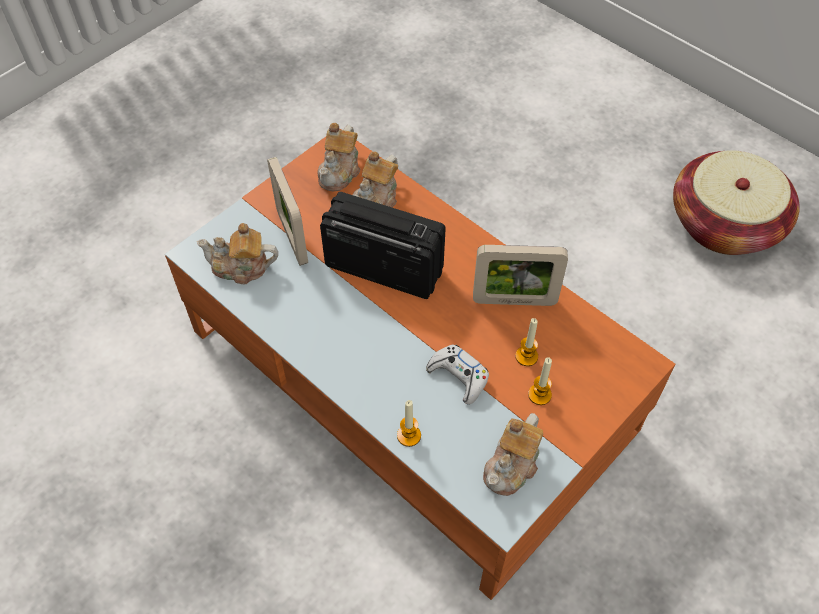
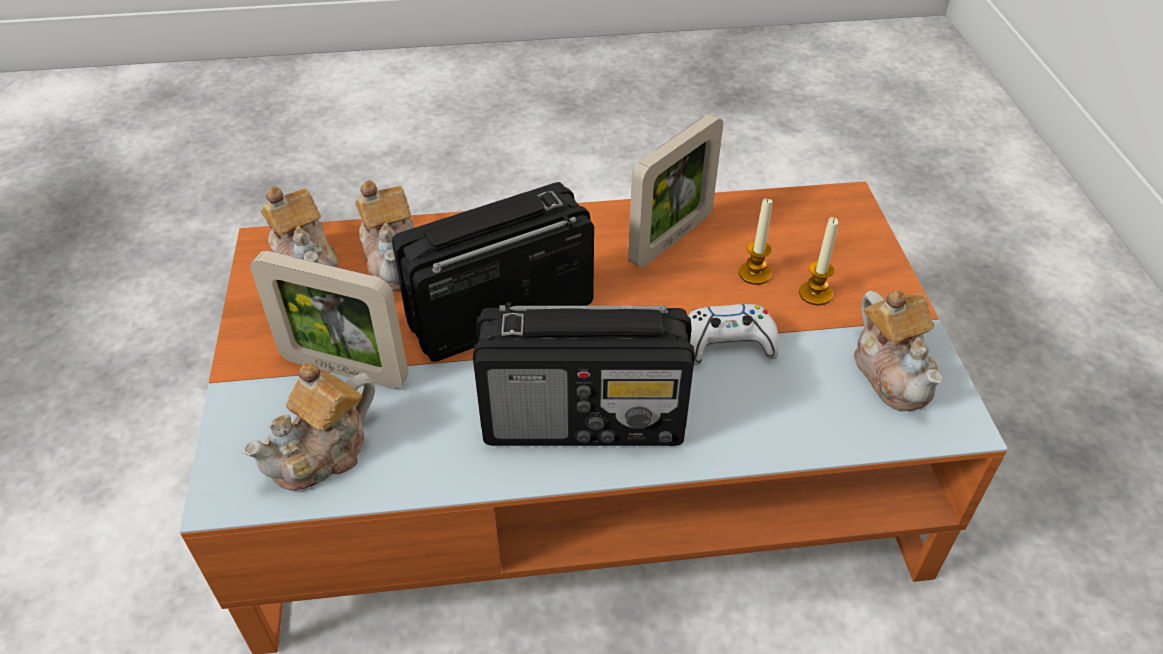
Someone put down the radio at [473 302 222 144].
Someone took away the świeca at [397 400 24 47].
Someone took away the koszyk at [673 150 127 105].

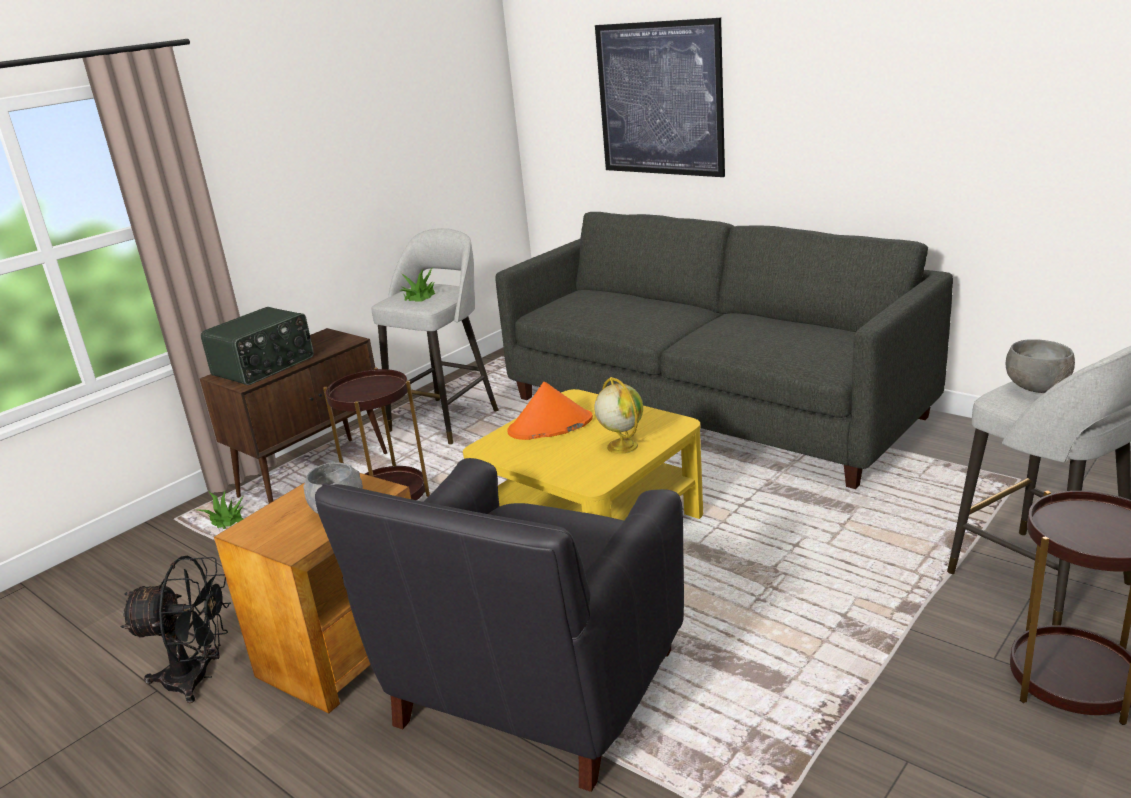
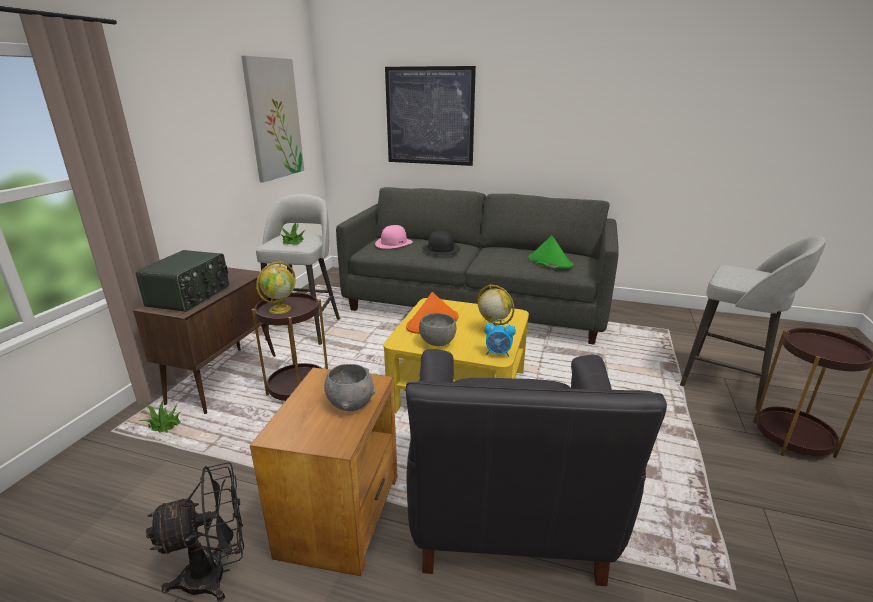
Someone put up the obraz at [241 56 63 127].
Someone put down the globus at [256 261 40 53].
Someone put down the kapelusz (różowy) at [375 225 37 24].
Someone carried the miska (szary) from [1006 339 69 54] to [419 313 37 33].
Someone put down the kapelusz (czarny) at [422 230 38 26].
Someone put down the budzik at [485 319 31 38].
Someone put down the kapelusz (zielony) at [528 235 45 34].

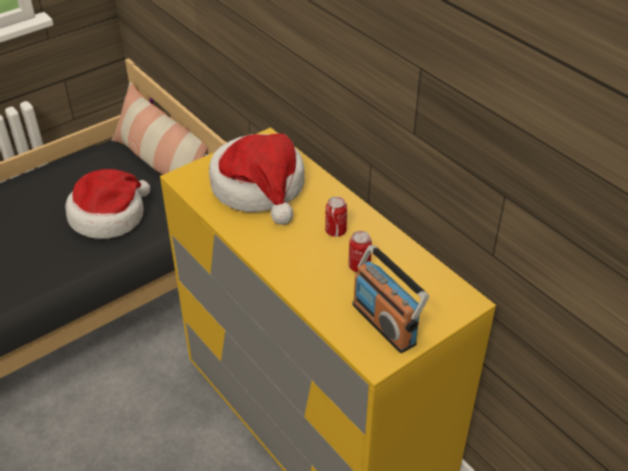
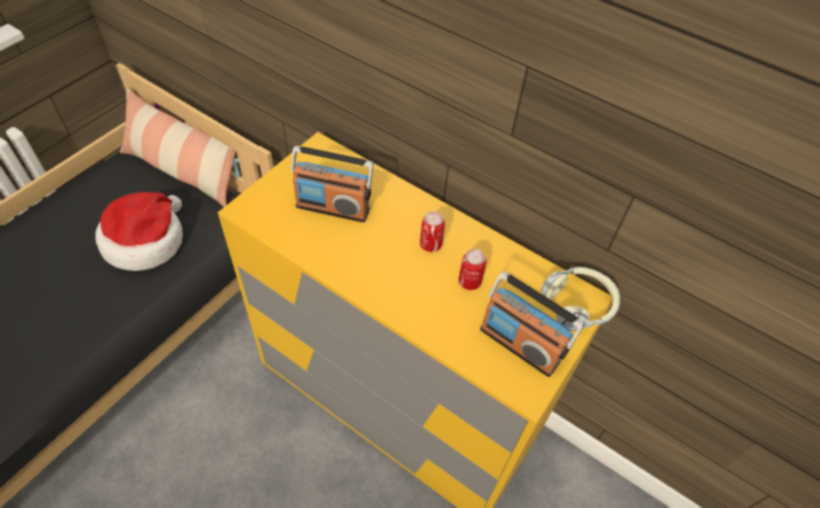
Someone swapped the kapelusz at [209 134 96 91] for the radio at [291 146 83 76].
Someone put down the słuchawki at [541 267 79 64].

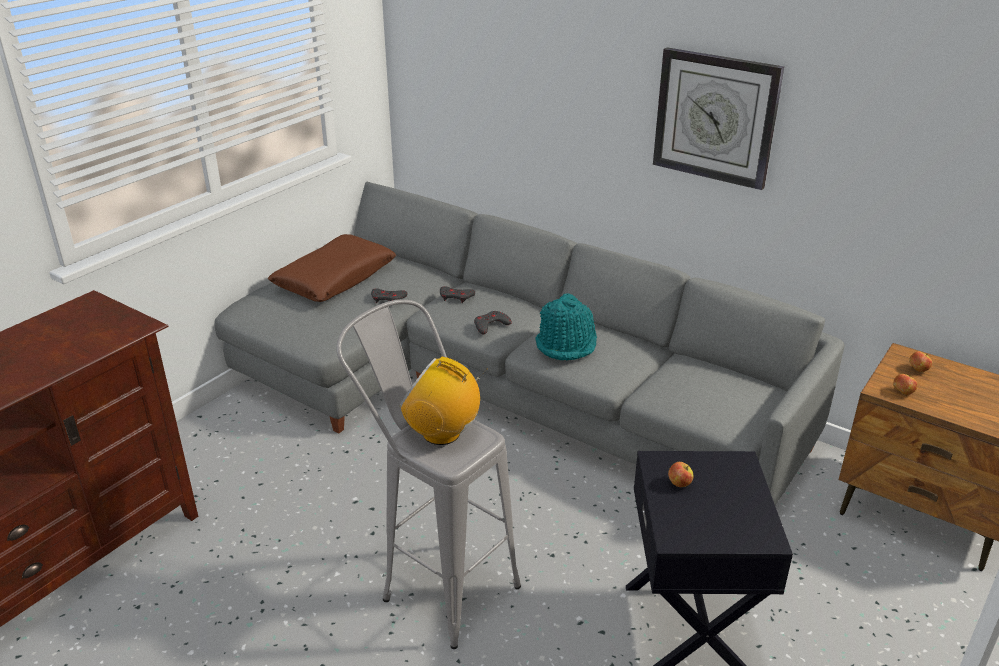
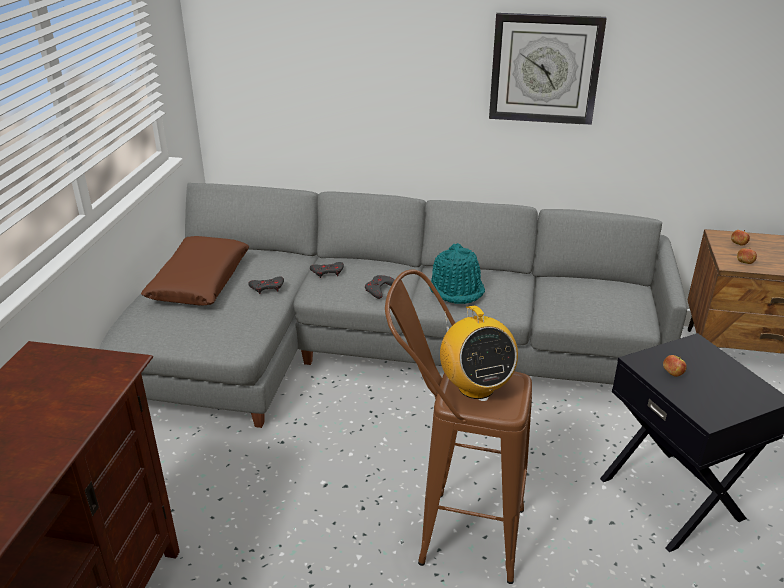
Someone repainted the stołek (szary) at [336 299 185 350], which became the stołek (brązowy) at [385 270 147 314].
Someone rotated the radio at [400 357 88 88] by 105 degrees counterclockwise.

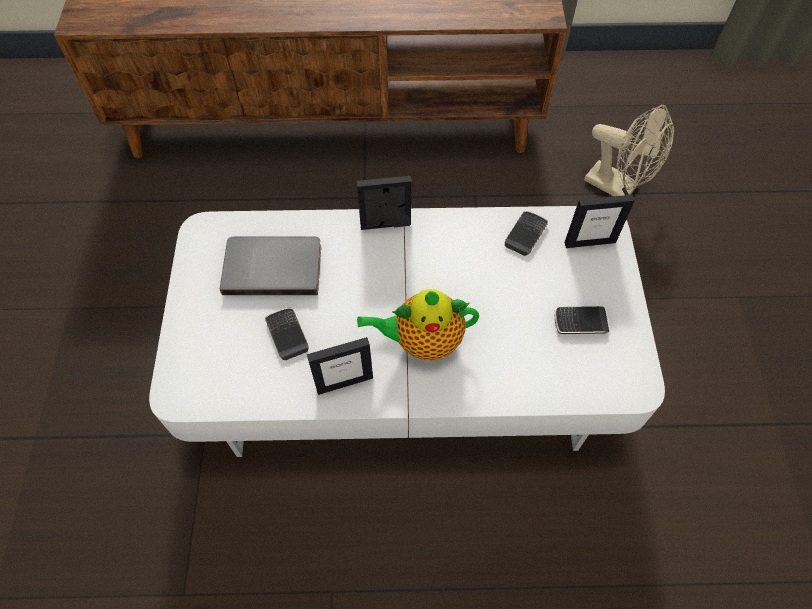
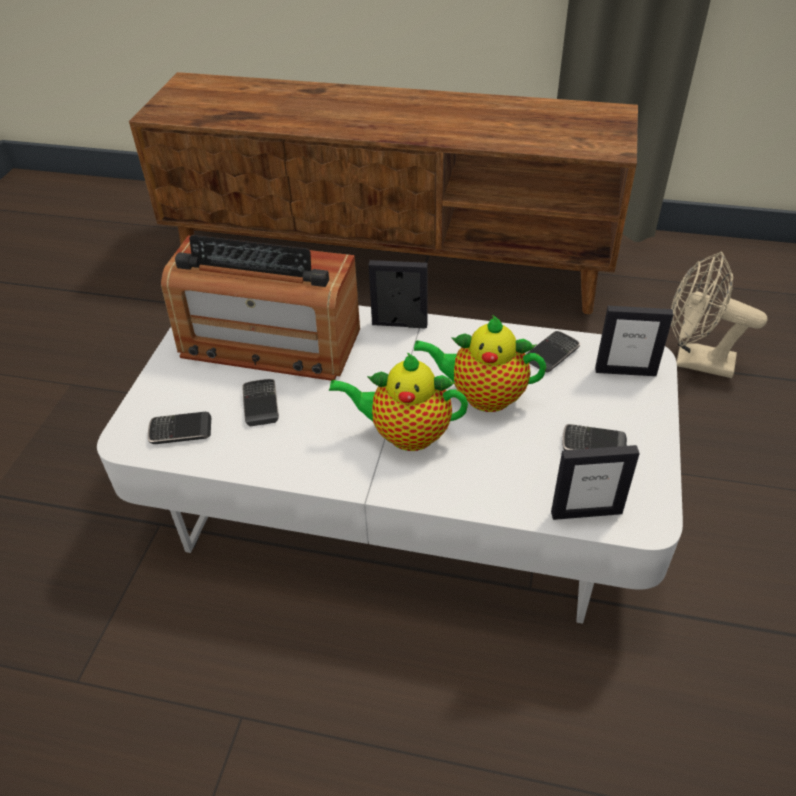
Someone put down the telefon at [148 412 63 32].
Someone swapped the książka (szary) at [220 236 101 59] for the radio at [161 235 199 146].
Someone put down the imbryk at [413 315 133 97].
Someone carried the ramka na zdjęcie from [307 337 66 58] to [551 445 89 75].
Someone rotated the wentylator (beżowy) at [584 105 90 91] by 150 degrees clockwise.

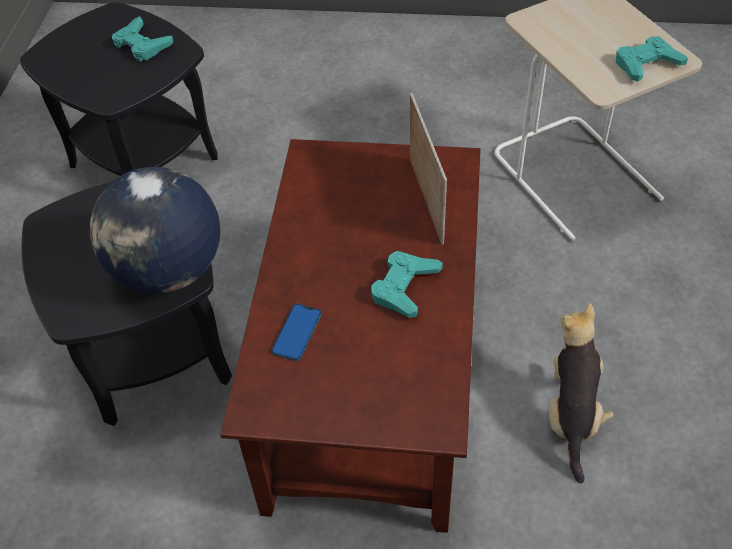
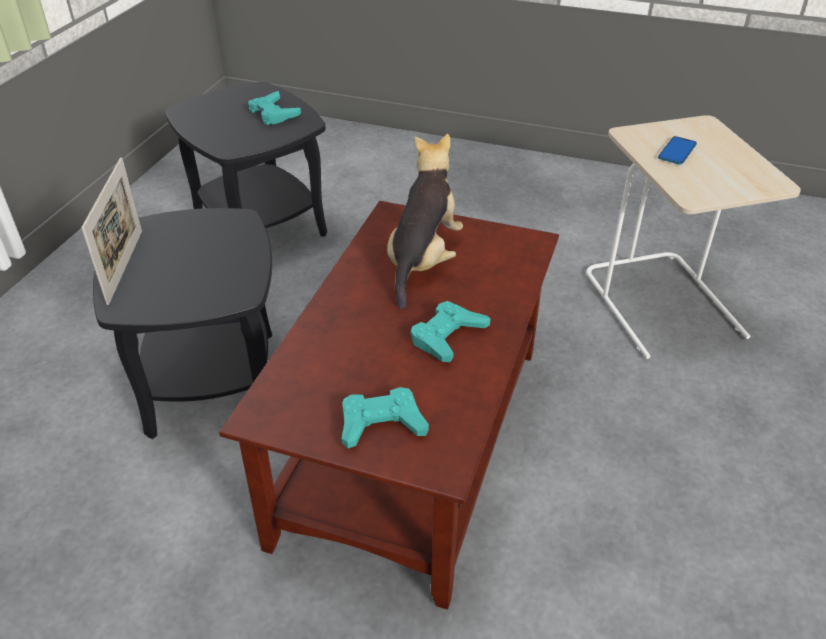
Someone carried the ramka na zdjęcie from [410 93 37 152] to [81 157 61 148].
Someone carried the pad do gier (turkusowy) from [616 36 72 45] to [342 387 87 61].
Someone carried the pluszak from [549 303 65 180] to [387 134 76 175].
Someone carried the telefon from [271 304 51 57] to [658 136 39 29].
Someone took away the globus at [90 167 131 127].

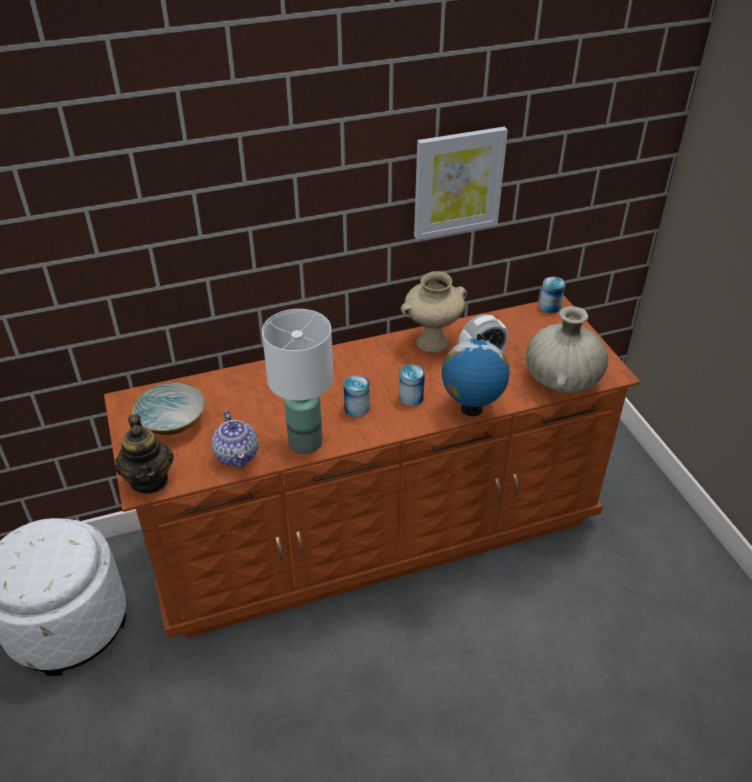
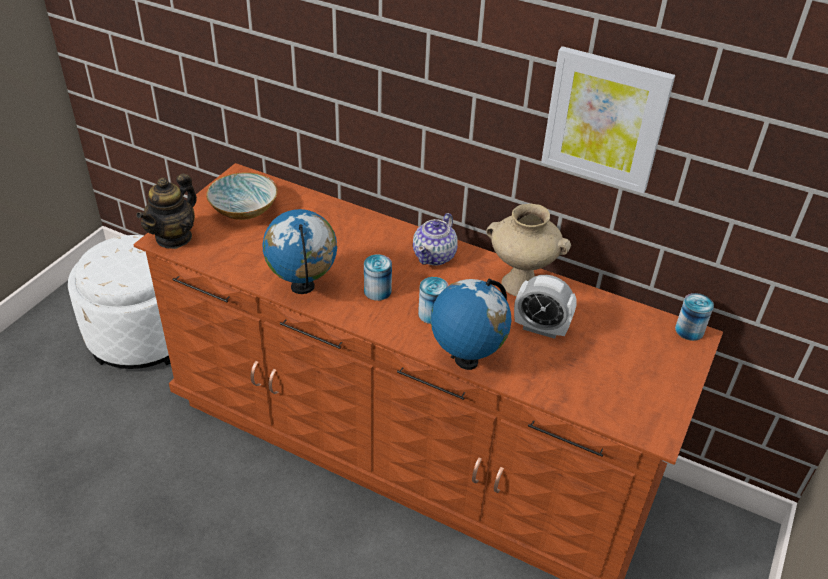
Someone swapped the lampa stołowa (biały) at [262 309 71 145] for the globus at [262 209 75 85].
Someone carried the imbryk from [212 411 47 57] to [413 213 45 53].
Someone took away the wazon (beżowy) at [526 306 82 87].

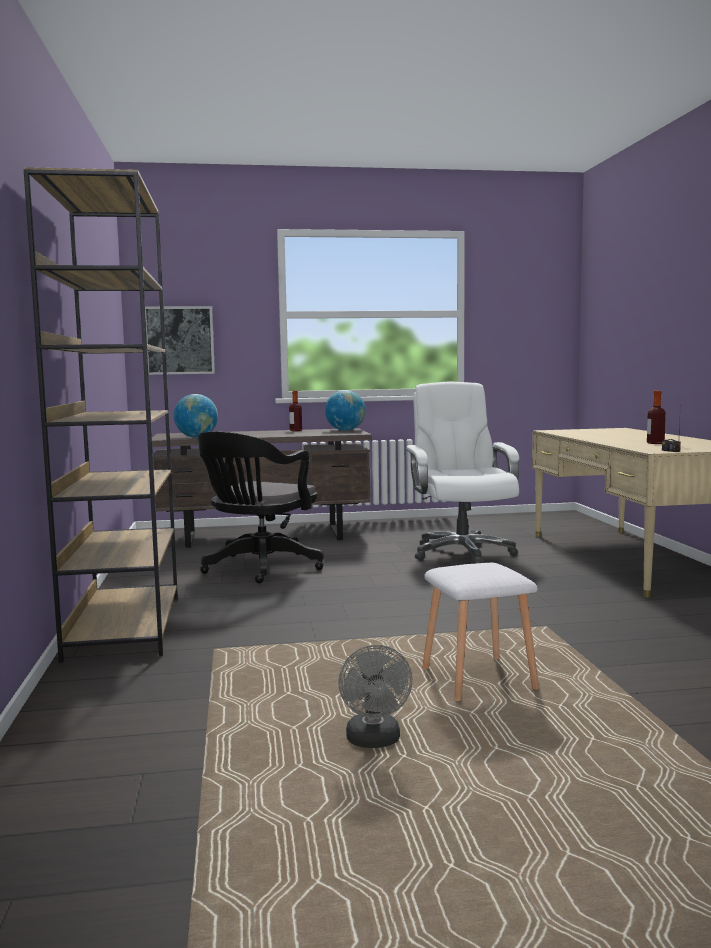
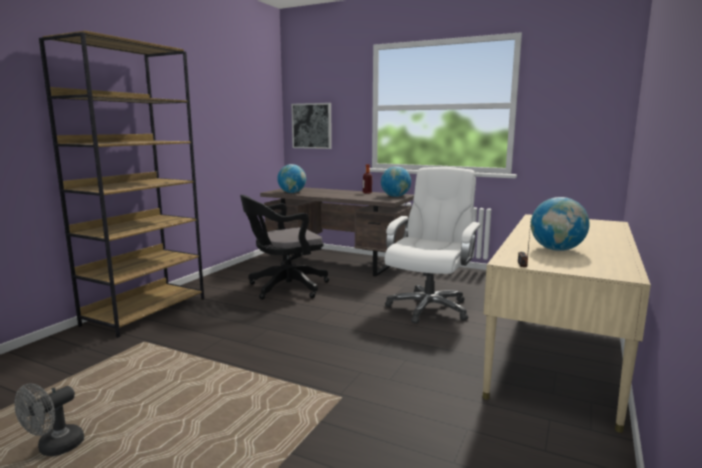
Someone swapped the butelka at [647 391 19 53] for the globus at [531 197 59 54].
Someone took away the stołek (biały) at [422 563 117 138].

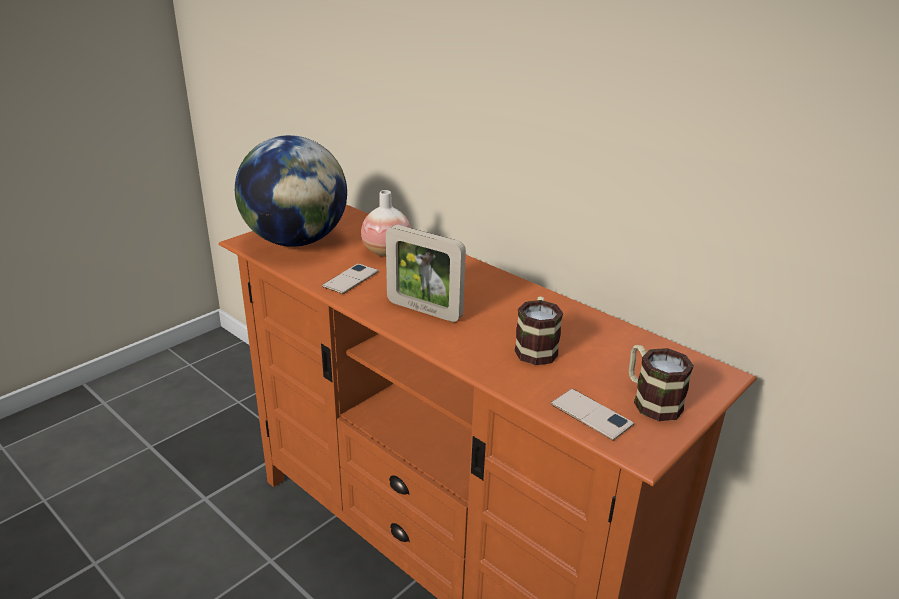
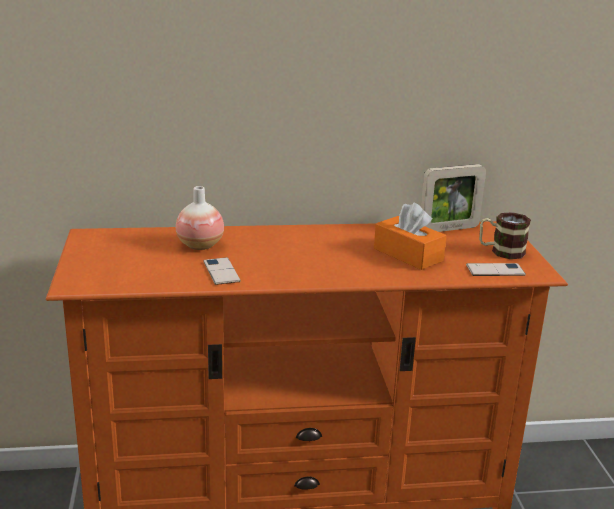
Someone swapped the kubek at [514 296 49 69] for the pudełko chusteczek (pomarańczowy) at [374 203 72 67].
Someone carried the ramka na zdjęcie from [386 225 80 97] to [421 164 65 68].
Someone took away the globus at [235 135 112 112].

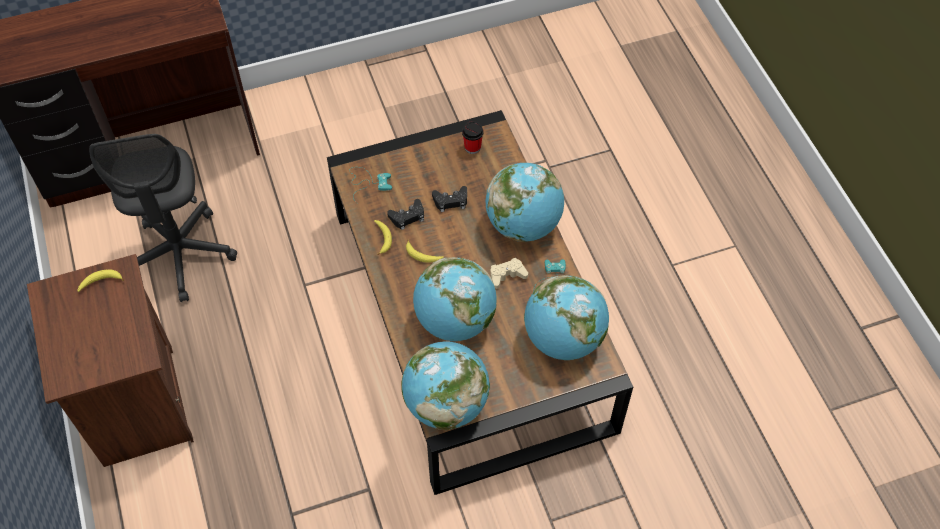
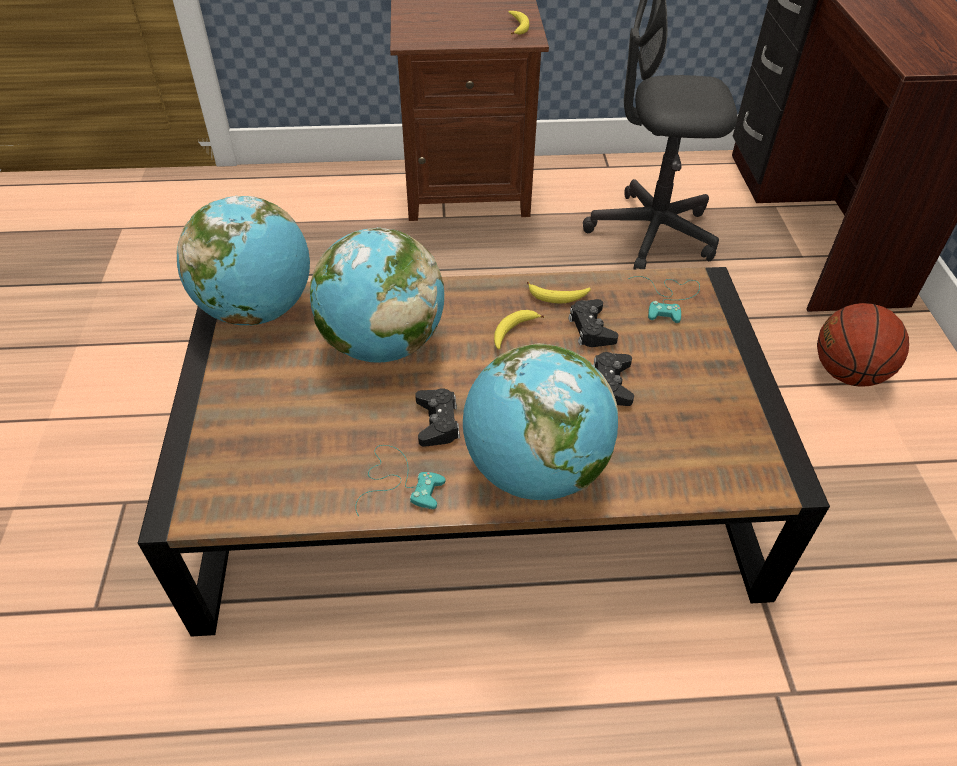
Someone repainted the pad do gier (beżowy) at [490 258 38 31], which became the pad do gier (czarny) at [415 388 45 59].
Someone put down the piłka do koszykówki at [817 303 92 84].
Someone took away the filiżanka at [462 121 22 33].
Someone took away the globus at [524 275 85 85].

